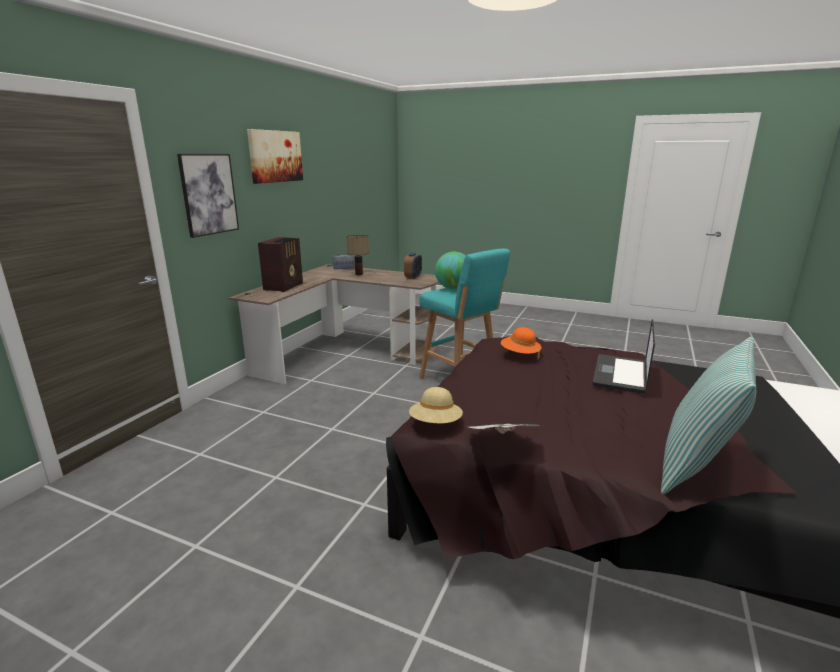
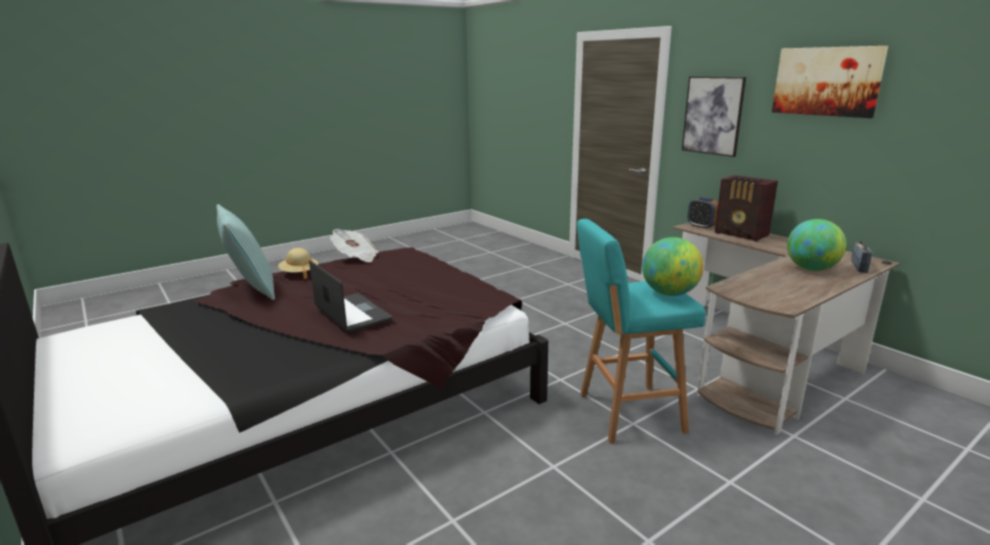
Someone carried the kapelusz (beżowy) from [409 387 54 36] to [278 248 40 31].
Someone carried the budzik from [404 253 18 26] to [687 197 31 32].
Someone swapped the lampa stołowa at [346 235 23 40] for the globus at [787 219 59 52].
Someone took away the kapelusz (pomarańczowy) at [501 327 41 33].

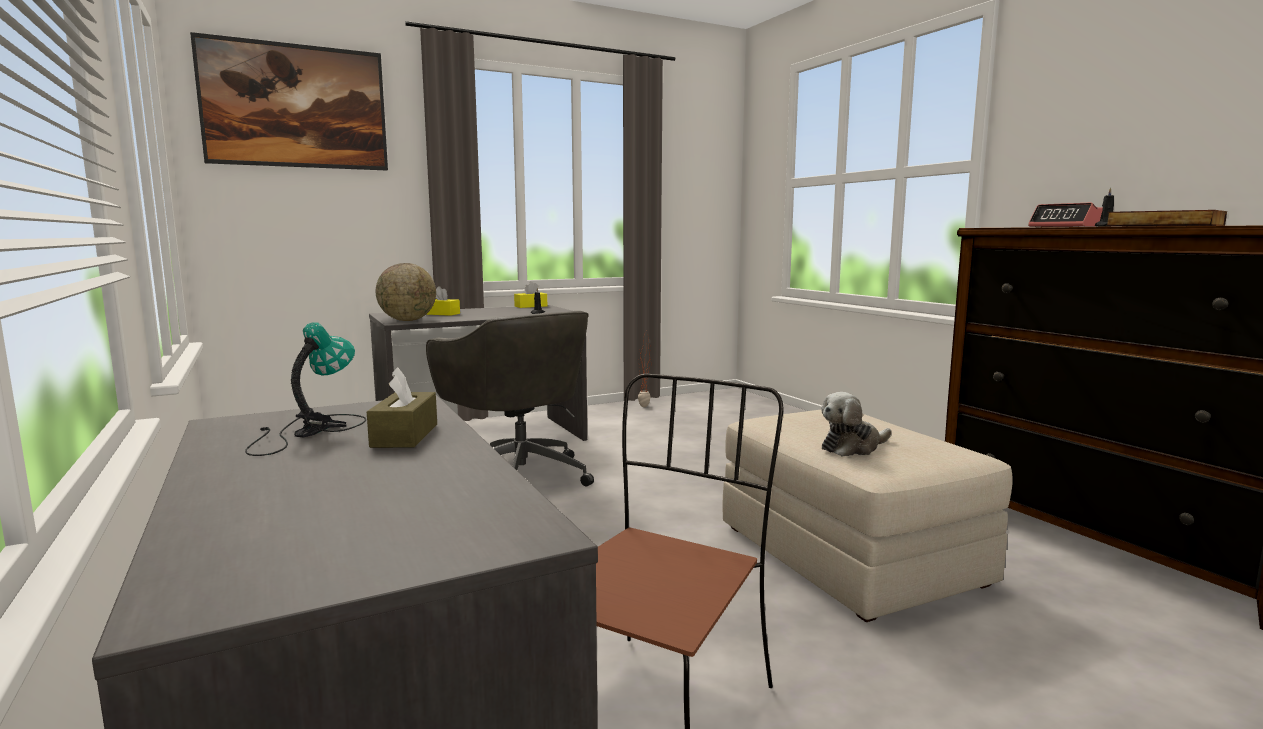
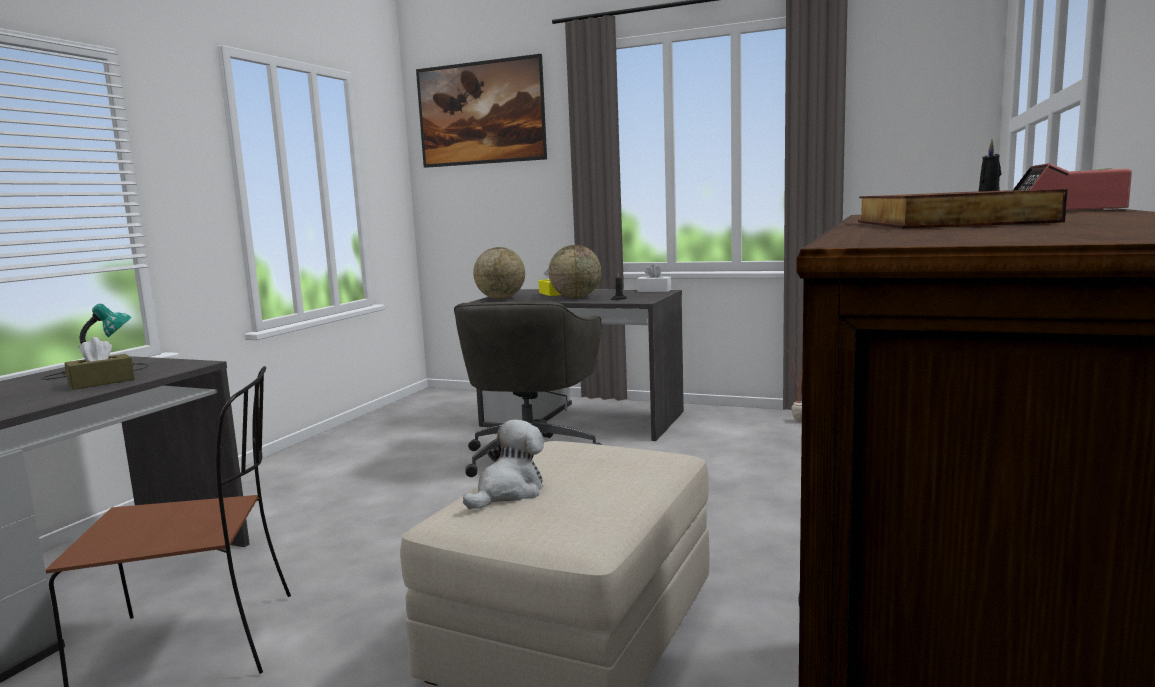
Someone rotated the pluszak at [821 392 70 64] by 105 degrees clockwise.
Someone put down the globus at [548 245 53 53].
Someone repainted the pudełko chusteczek (żółty) at [514 281 33 27], which became the pudełko chusteczek (biały) at [637 264 34 28].

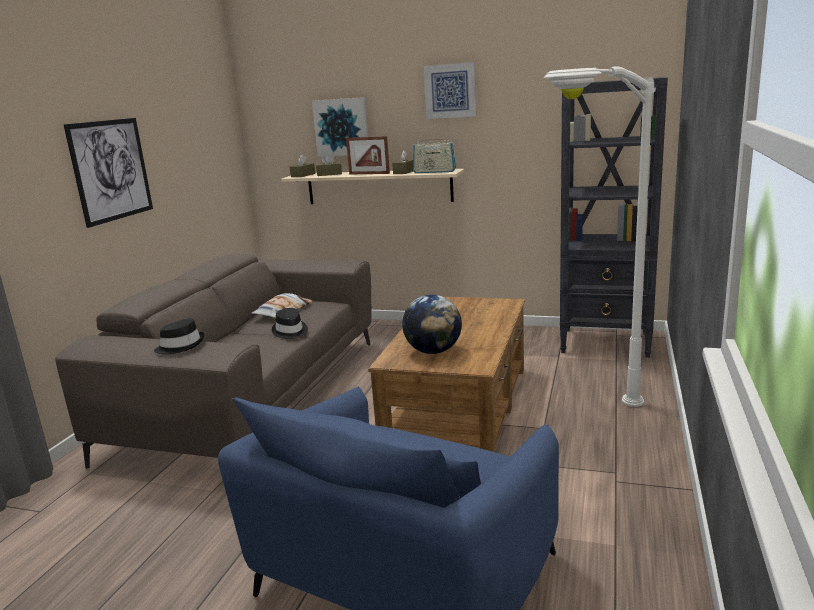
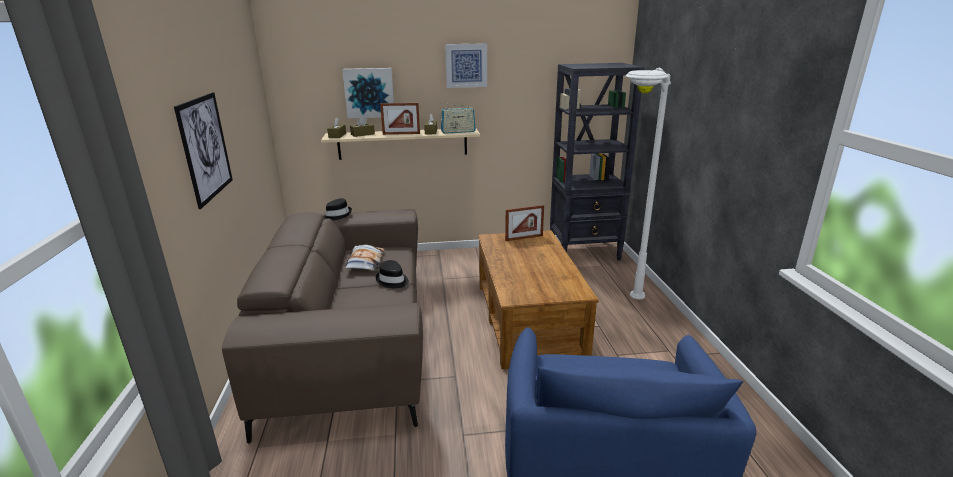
Someone carried the kapelusz (czarny) from [154 318 50 37] to [323 198 29 22].
Someone put down the ramka na zdjęcie at [505 205 39 36].
Someone took away the globus at [402 294 60 60].

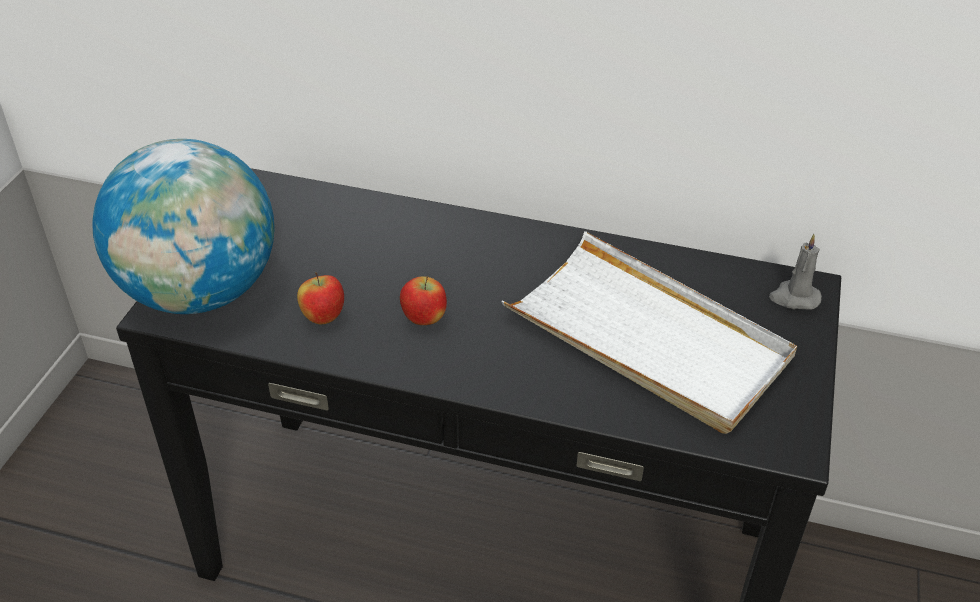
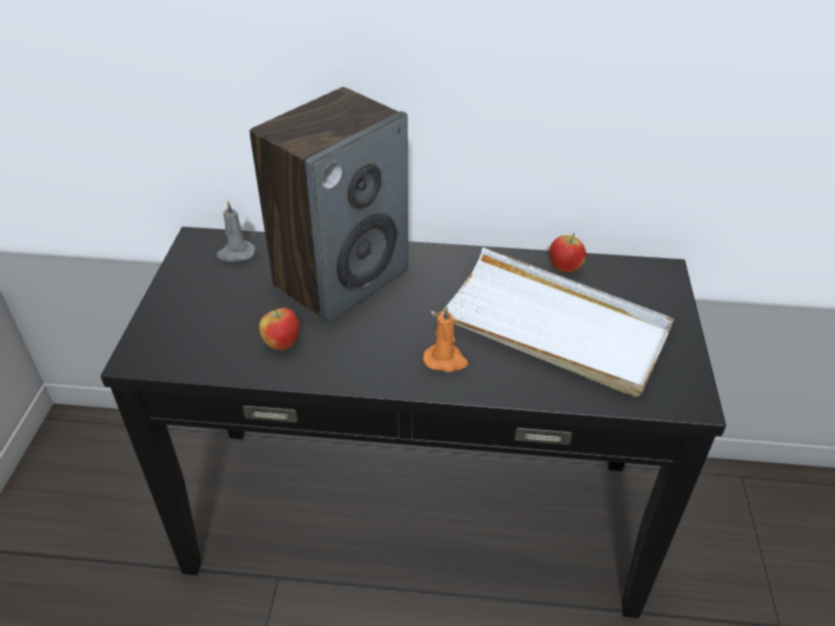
Someone carried the świeca (szary) from [769 234 53 76] to [216 201 39 61].
Someone put down the głośnik at [250 87 158 238].
Someone put down the świeca (pomarańczowy) at [423 305 45 67].
Someone carried the jabłko from [400 276 47 49] to [549 233 37 40].
Someone took away the globus at [92 139 183 175].

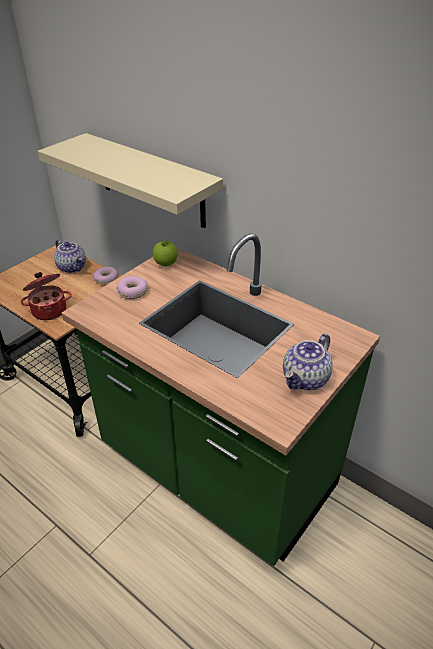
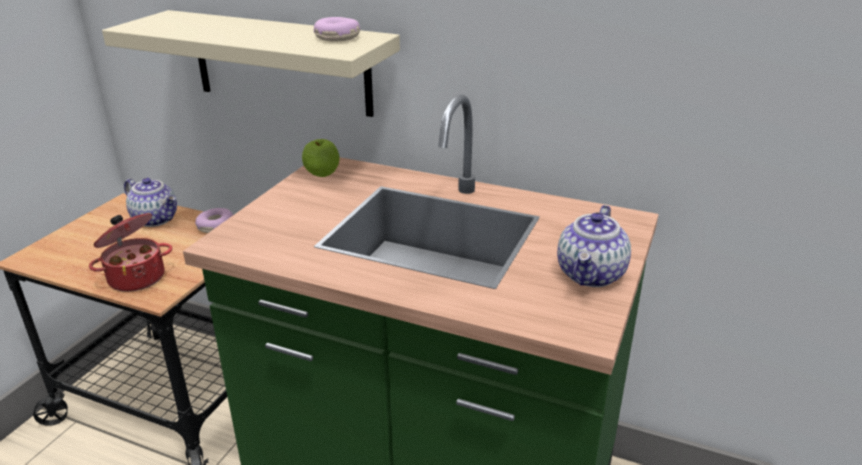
Someone carried the donut from [117 276 31 23] to [314 17 47 24].

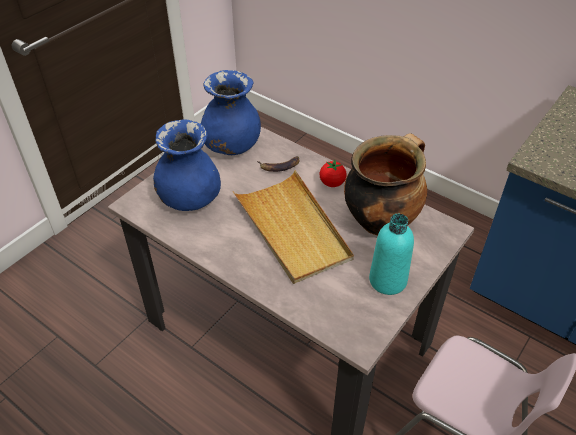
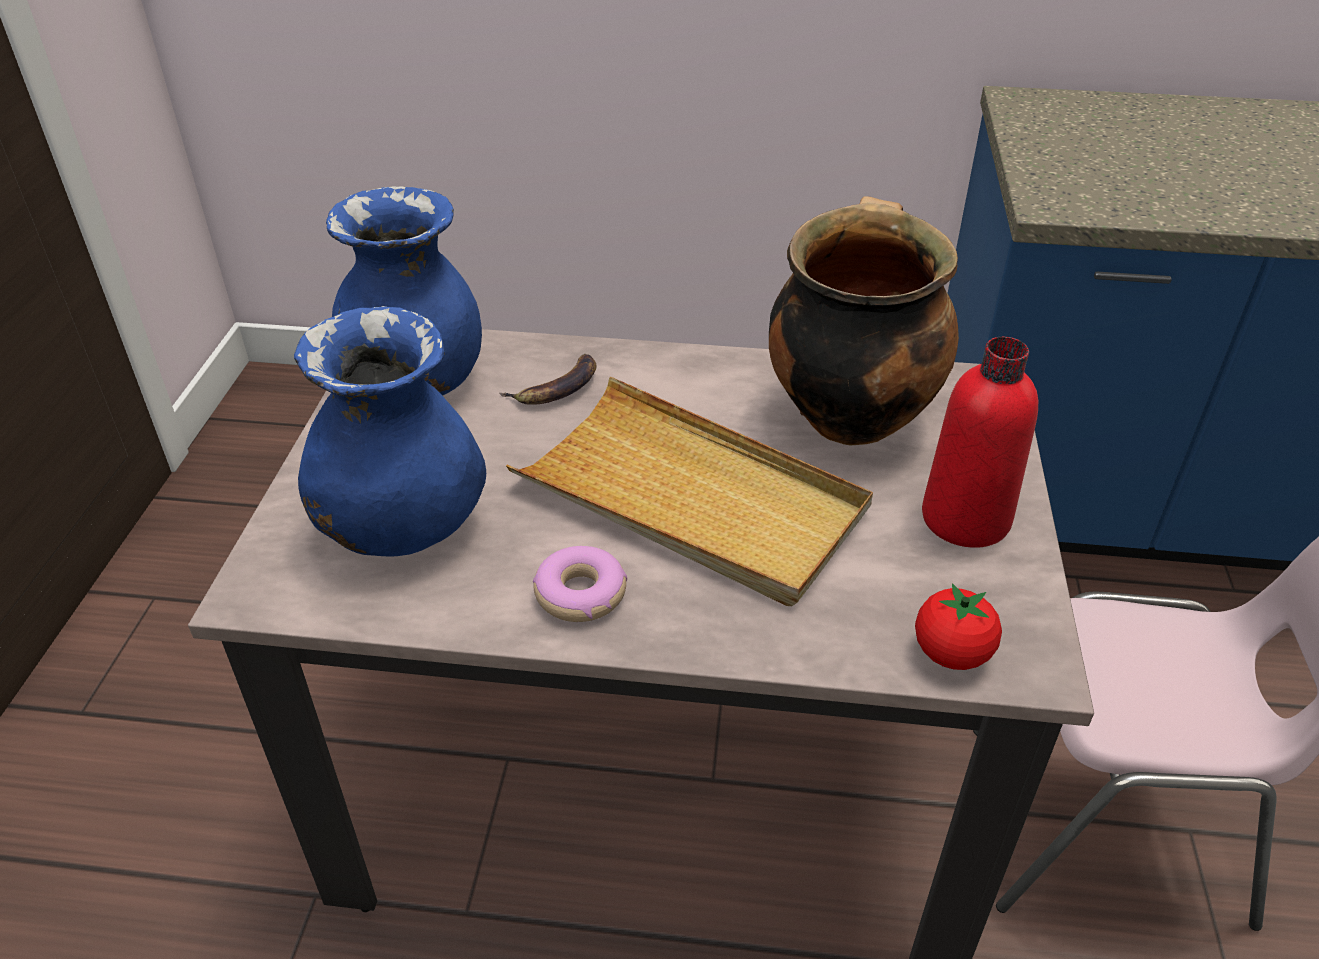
Someone put down the donut at [533 546 94 76].
Someone carried the pomidor from [319 160 28 27] to [915 583 87 87].
Someone repainted the butelka (turkusowy) at [369 214 45 81], which became the butelka (czerwony) at [922 337 116 211].

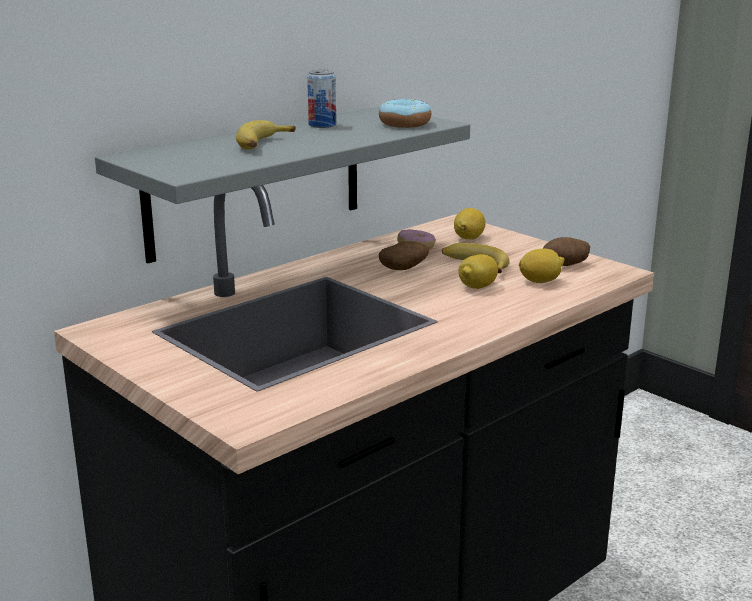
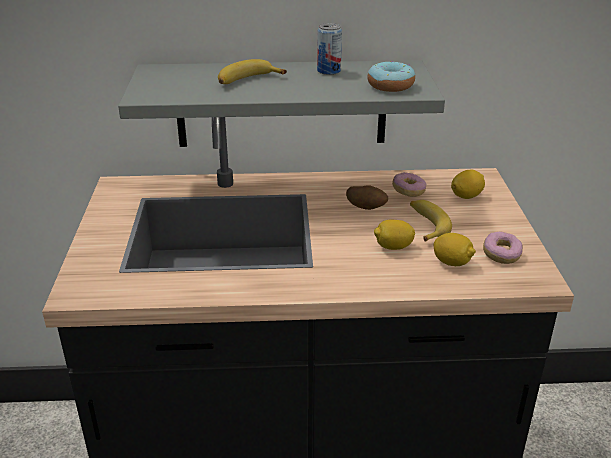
Someone swapped the ziemniak at [543 237 47 29] for the donut at [483 231 40 33].

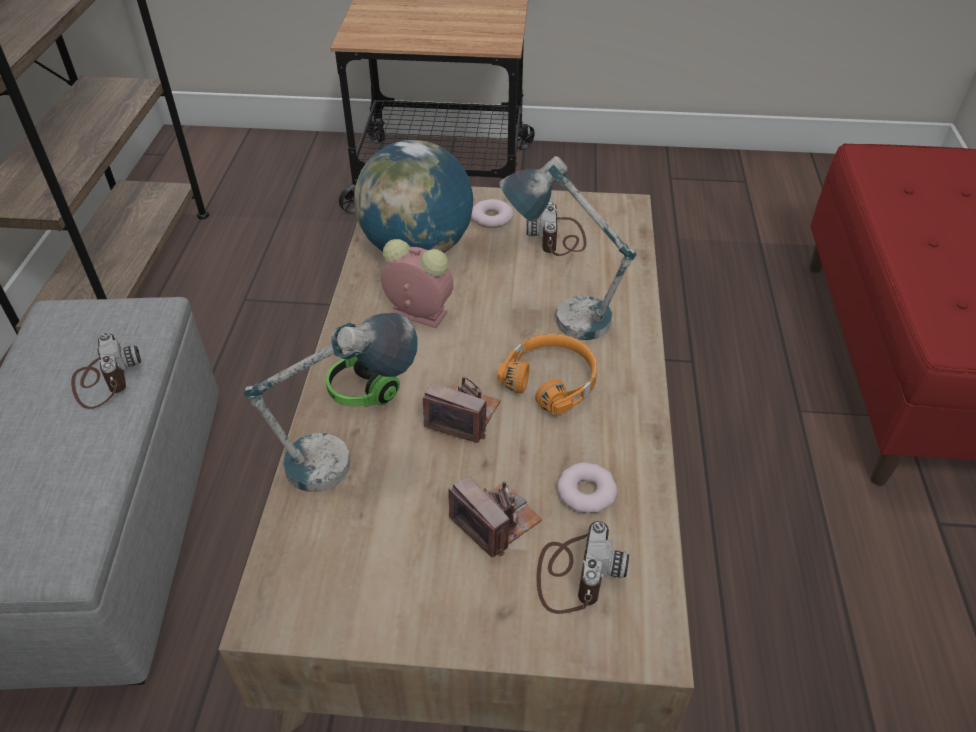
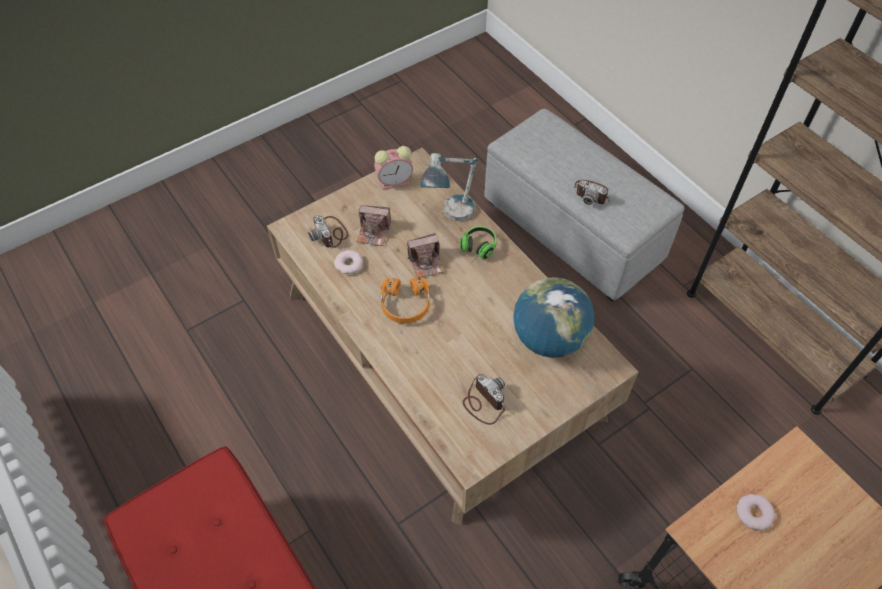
Someone carried the budzik from [381 239 73 89] to [374 146 39 44].
Someone carried the donut from [471 199 43 29] to [737 494 38 37].
Someone took away the lampa stołowa at [499 156 137 184].

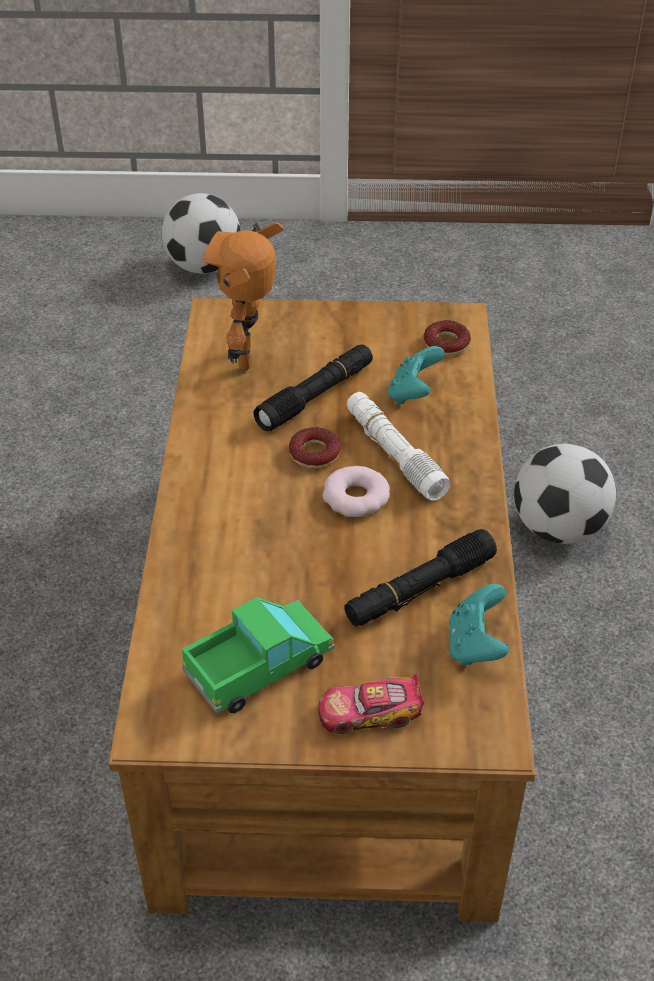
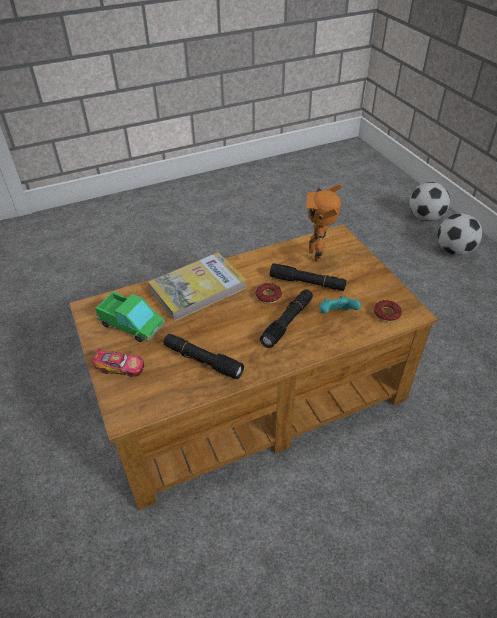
Someone rotated the samochodzik at [318 673 106 61] by 135 degrees clockwise.
Someone put down the książka at [148 252 99 69].
Someone repainted the latarka (biały) at [347 392 103 109], which became the latarka (czarny) at [260 289 53 59].
Someone rotated the robot zabawkowy at [201 222 83 148] by 75 degrees counterclockwise.
Someone carried the piłka futbolowa from [514 444 102 100] to [409 182 41 39].
Someone took away the donut at [323 466 67 51].
Someone took away the pad do gier (turkusowy) at [449 584 60 81].

